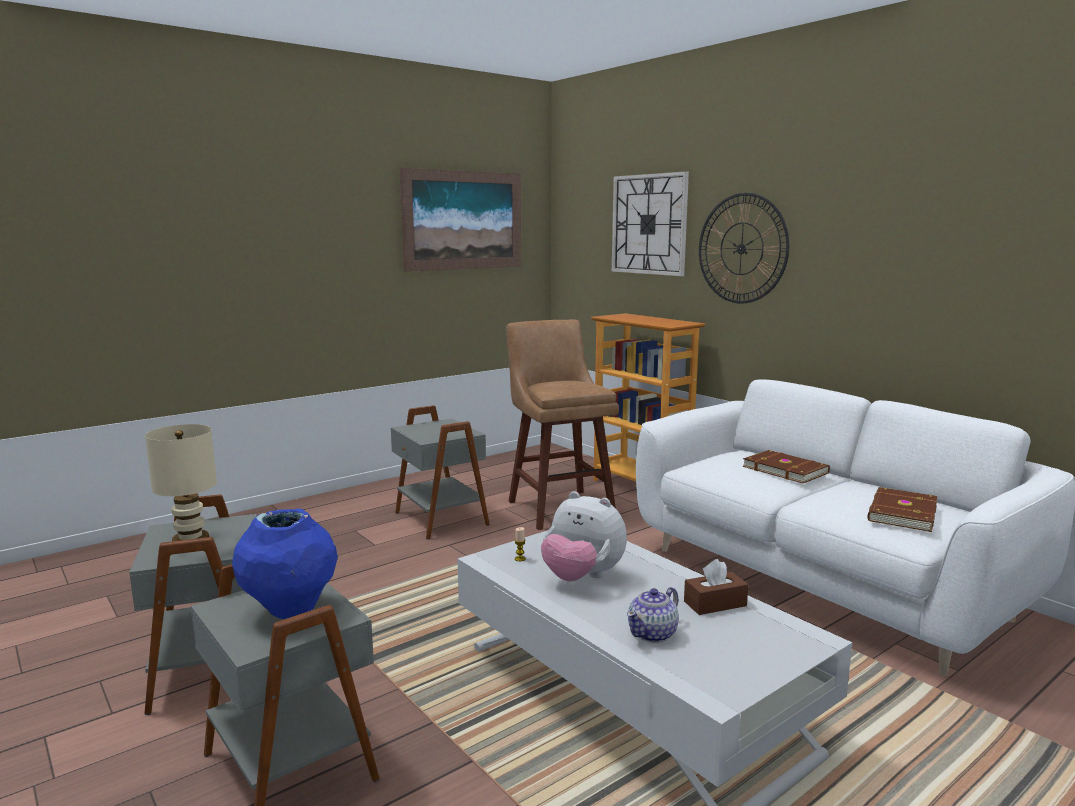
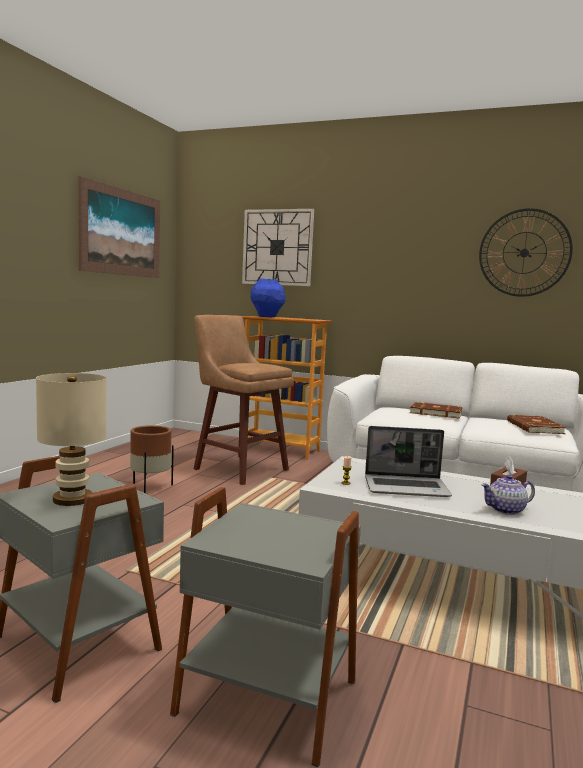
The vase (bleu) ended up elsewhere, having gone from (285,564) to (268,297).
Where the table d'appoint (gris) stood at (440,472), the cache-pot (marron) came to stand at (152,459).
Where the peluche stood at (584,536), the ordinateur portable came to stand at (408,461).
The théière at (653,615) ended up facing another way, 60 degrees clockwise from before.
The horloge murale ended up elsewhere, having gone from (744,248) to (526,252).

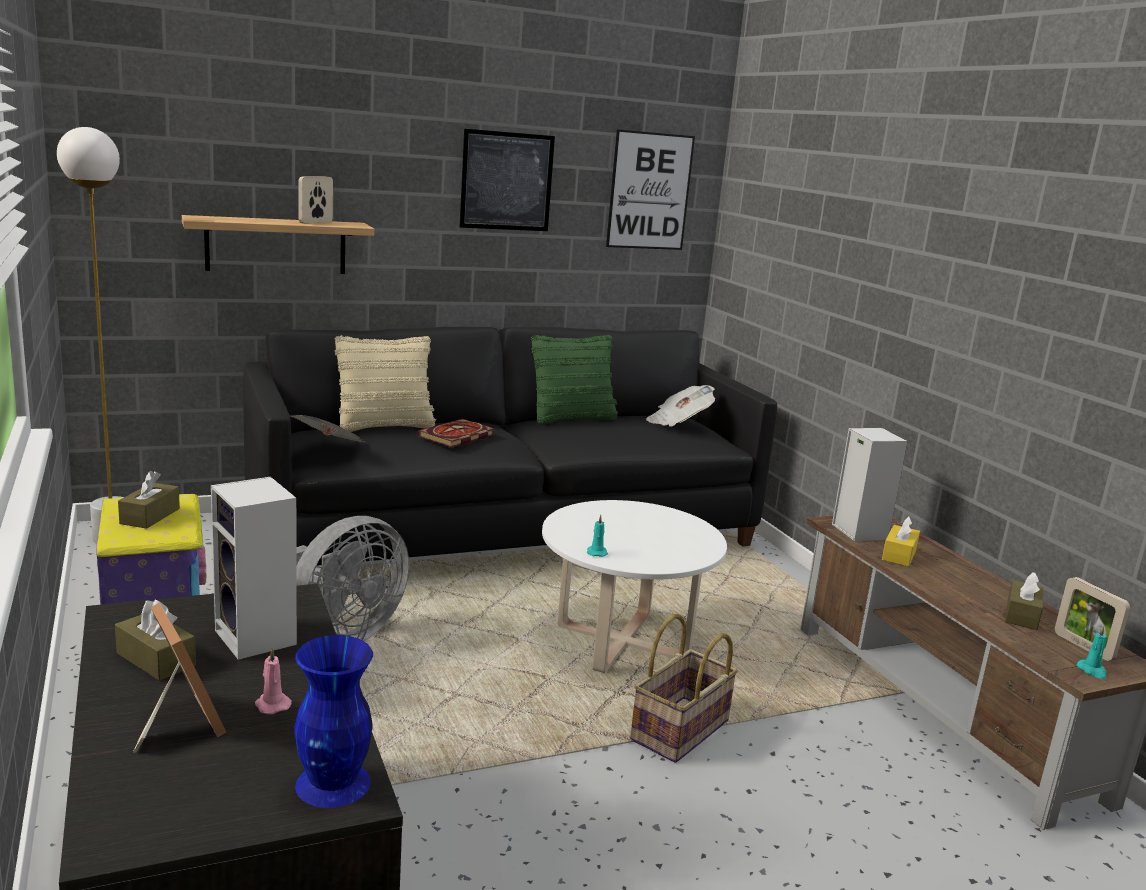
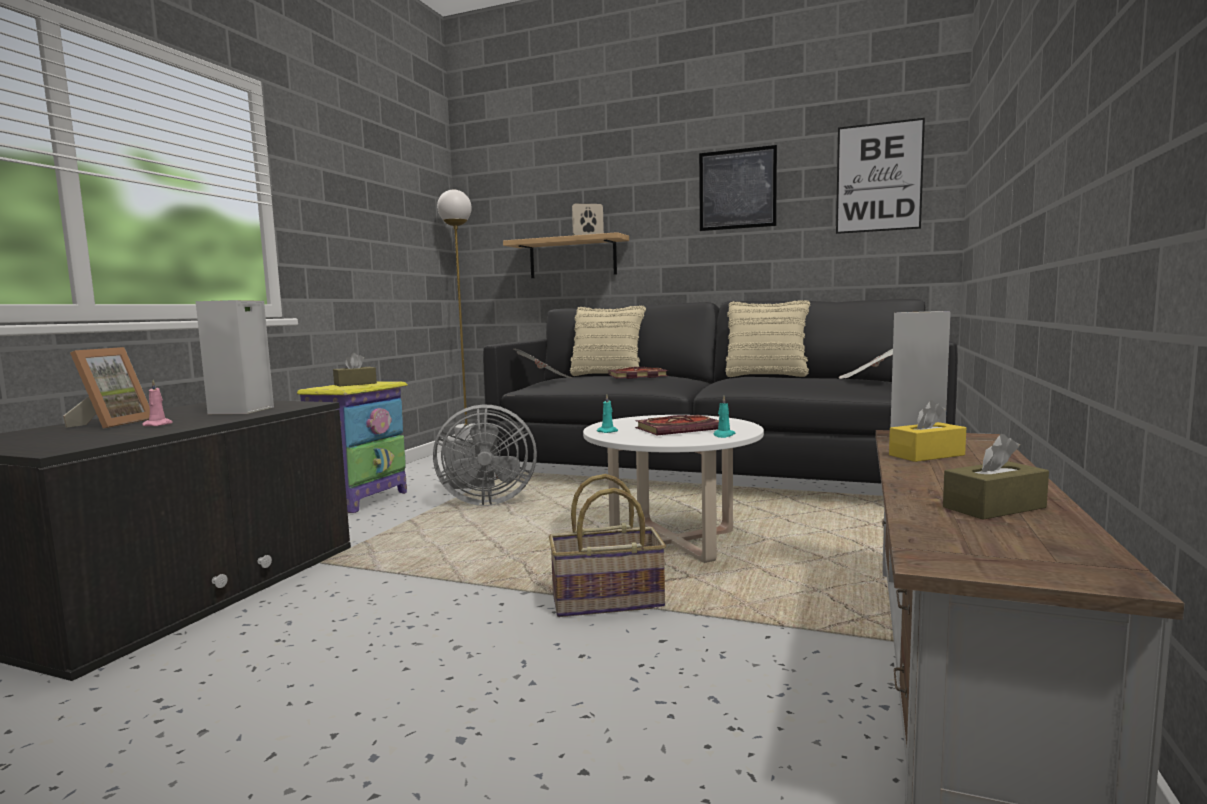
The second view lost the boîte à mouchoirs (marron) at (155,640).
The second view lost the vase (bleu) at (333,721).
What was the coussin (vert) at (574,380) turned into the coussin (beige) at (767,338).
The second view lost the cadre photo at (1092,619).
The bougie (turquoise) ended up elsewhere, having gone from (1091,652) to (724,417).
The second view gained the livre at (677,425).

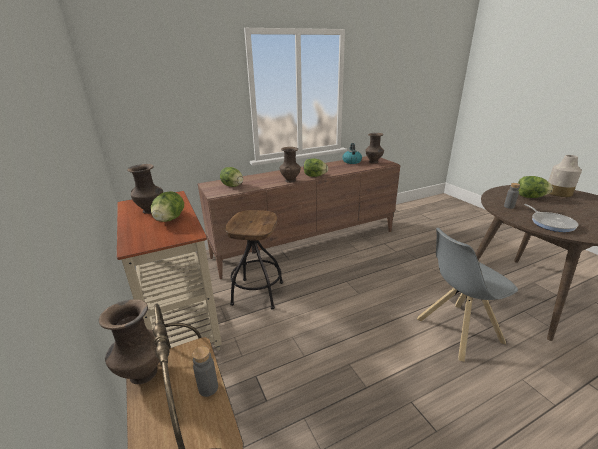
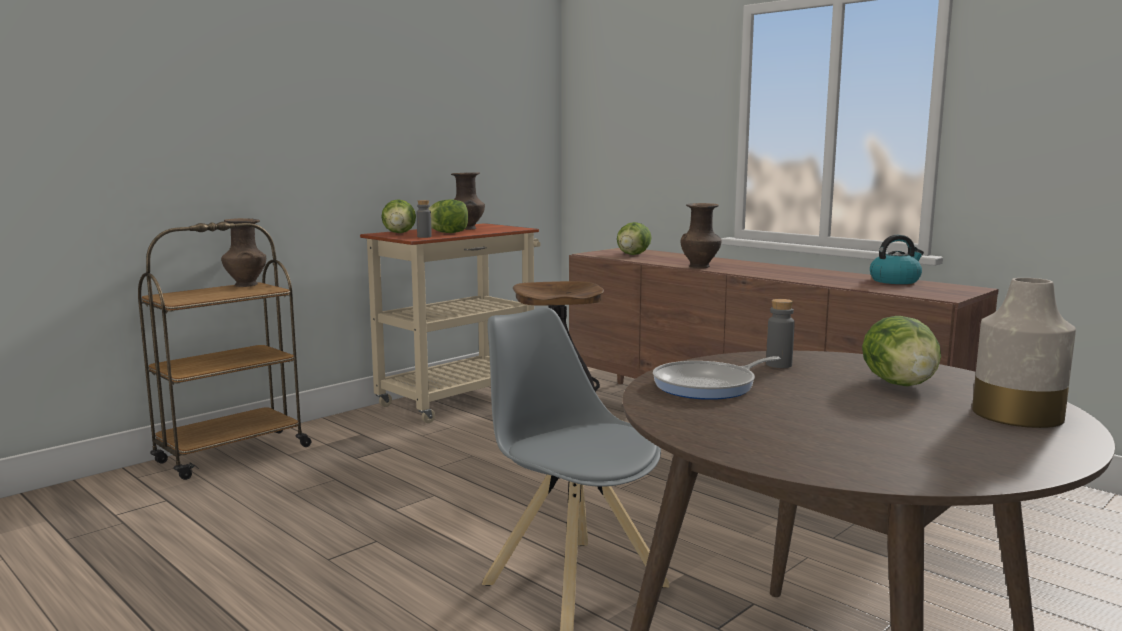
The bouteille (gris) ended up elsewhere, having gone from (205,371) to (424,219).
The laitue ended up elsewhere, having gone from (316,167) to (398,216).
The second view lost the vase (marron) at (374,148).

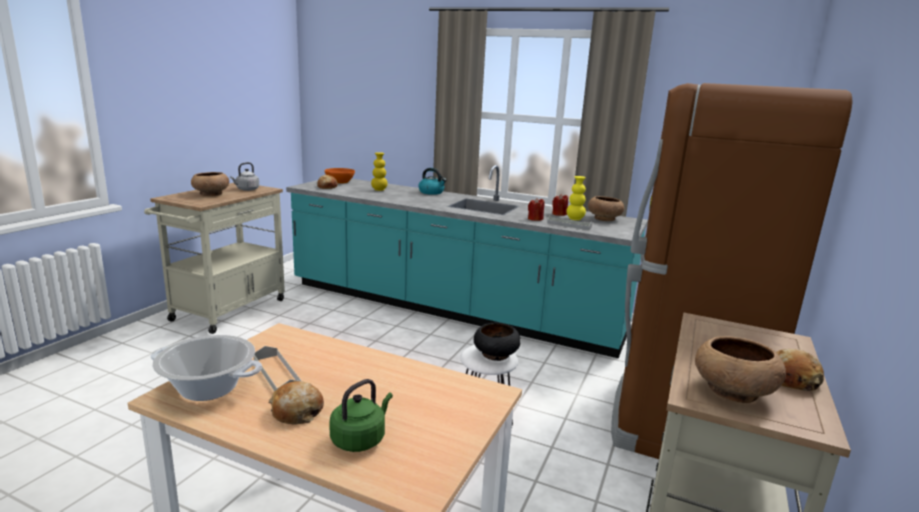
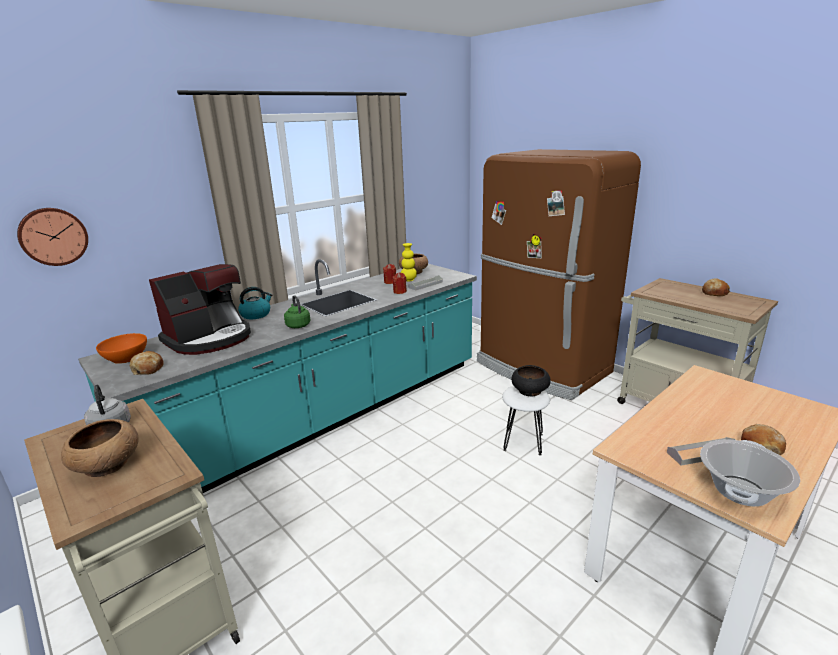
The bouilloire (vert) ended up elsewhere, having gone from (361,415) to (297,311).
Where the vase (jaune) stood at (379,171), the machine à café came to stand at (200,309).
The second view lost the bol (marron) at (740,369).
The second view gained the horloge murale at (52,237).

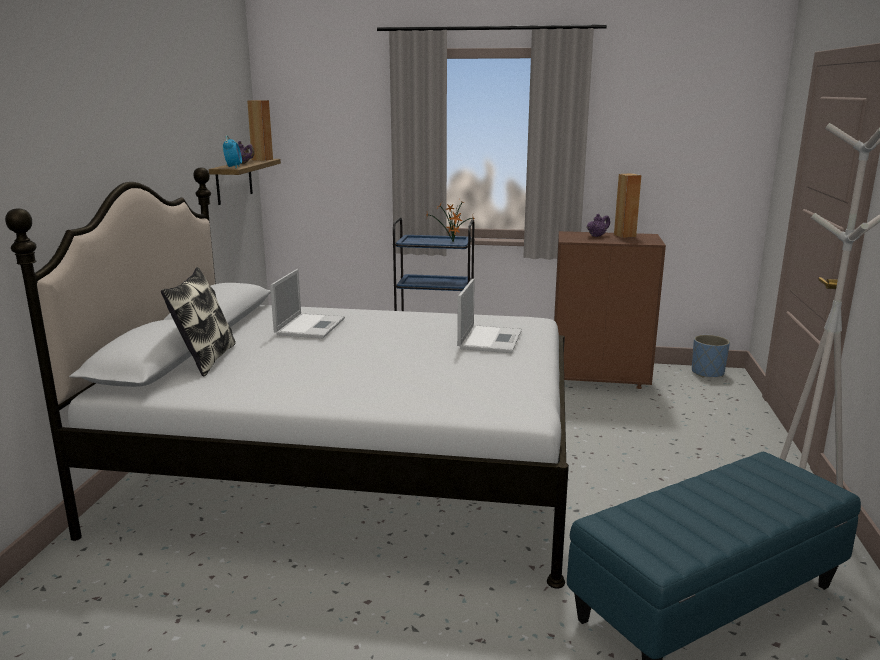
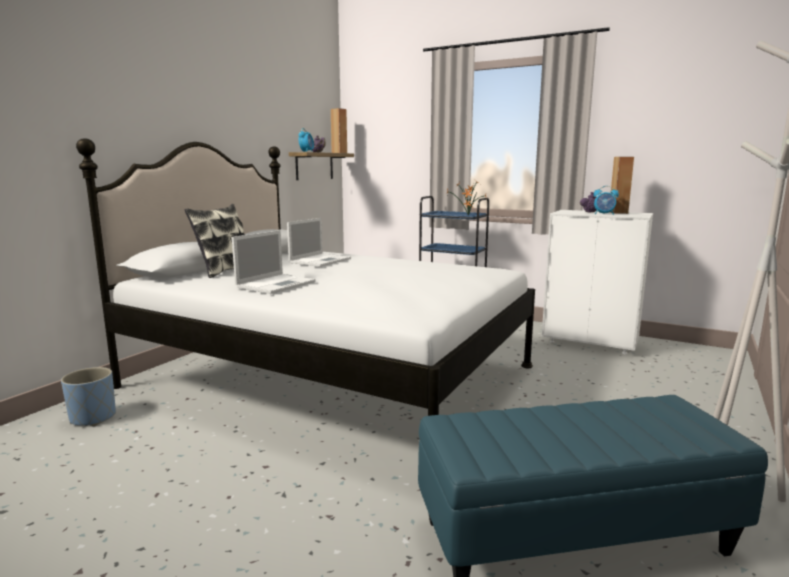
The ordinateur portable ended up elsewhere, having gone from (489,316) to (274,262).
What was the meuble de rangement (marron) at (610,310) turned into the meuble de rangement (blanc) at (597,282).
The cache-pot (bleu) ended up elsewhere, having gone from (711,356) to (88,396).
The second view gained the réveil at (606,200).

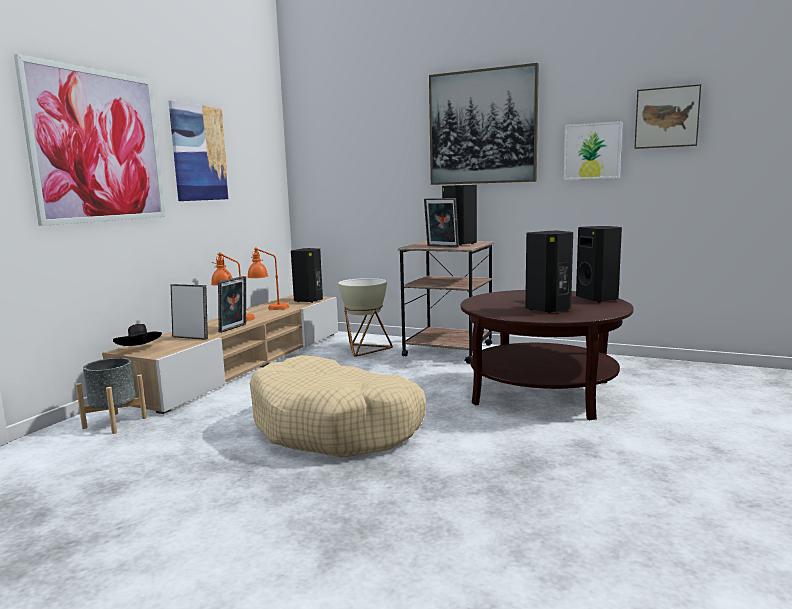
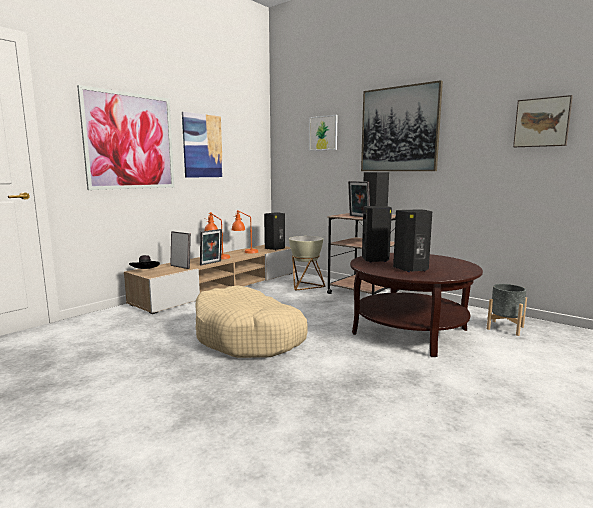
The cache-pot (gris) ended up elsewhere, having gone from (111,396) to (507,310).
The tableau ended up elsewhere, having gone from (593,150) to (323,133).
The enceinte (noir) ended up elsewhere, having gone from (599,264) to (377,234).

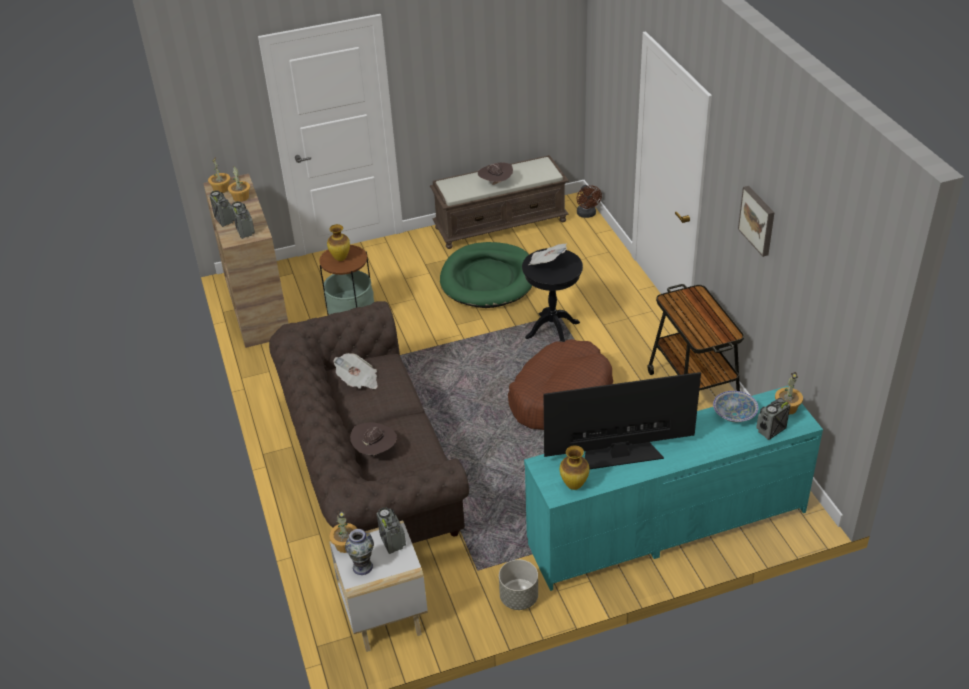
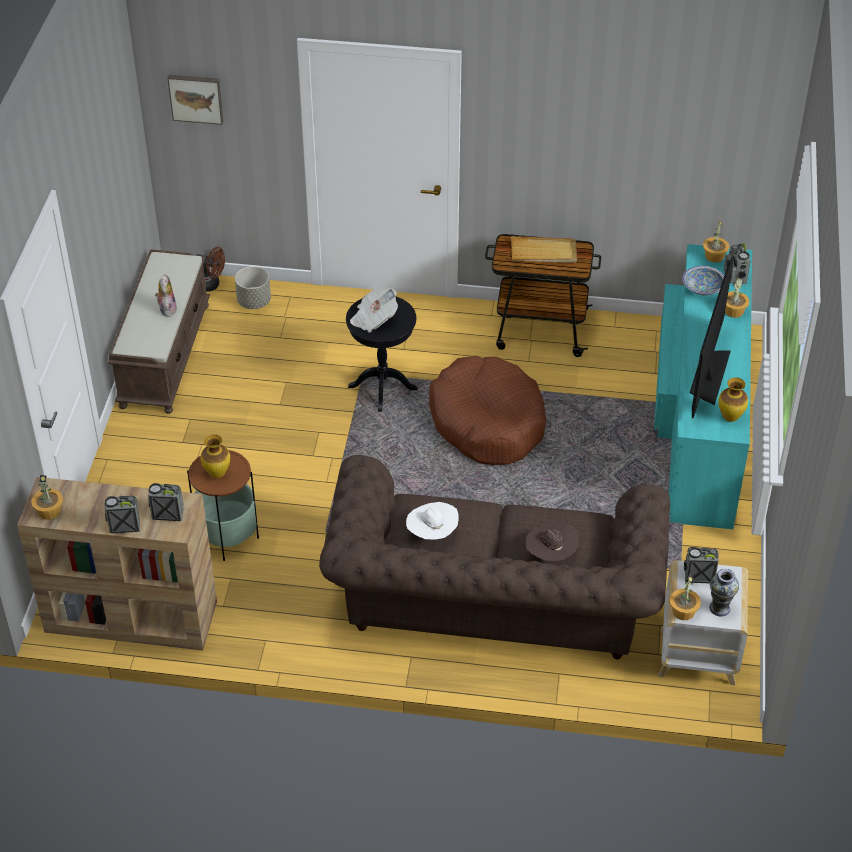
The plante en pot ended up elsewhere, having gone from (239,184) to (737,298).
Where the journal stood at (355,371), the chapeau (blanc) came to stand at (432,521).
The second view lost the panier pour chien (vert) at (486,275).
Where the chapeau (marron) stood at (495,173), the peluche came to stand at (166,295).
The cache-pot (gris) ended up elsewhere, having gone from (518,585) to (253,287).
The tableau ended up elsewhere, having gone from (756,221) to (195,100).
The second view gained the plateau (beige) at (544,249).

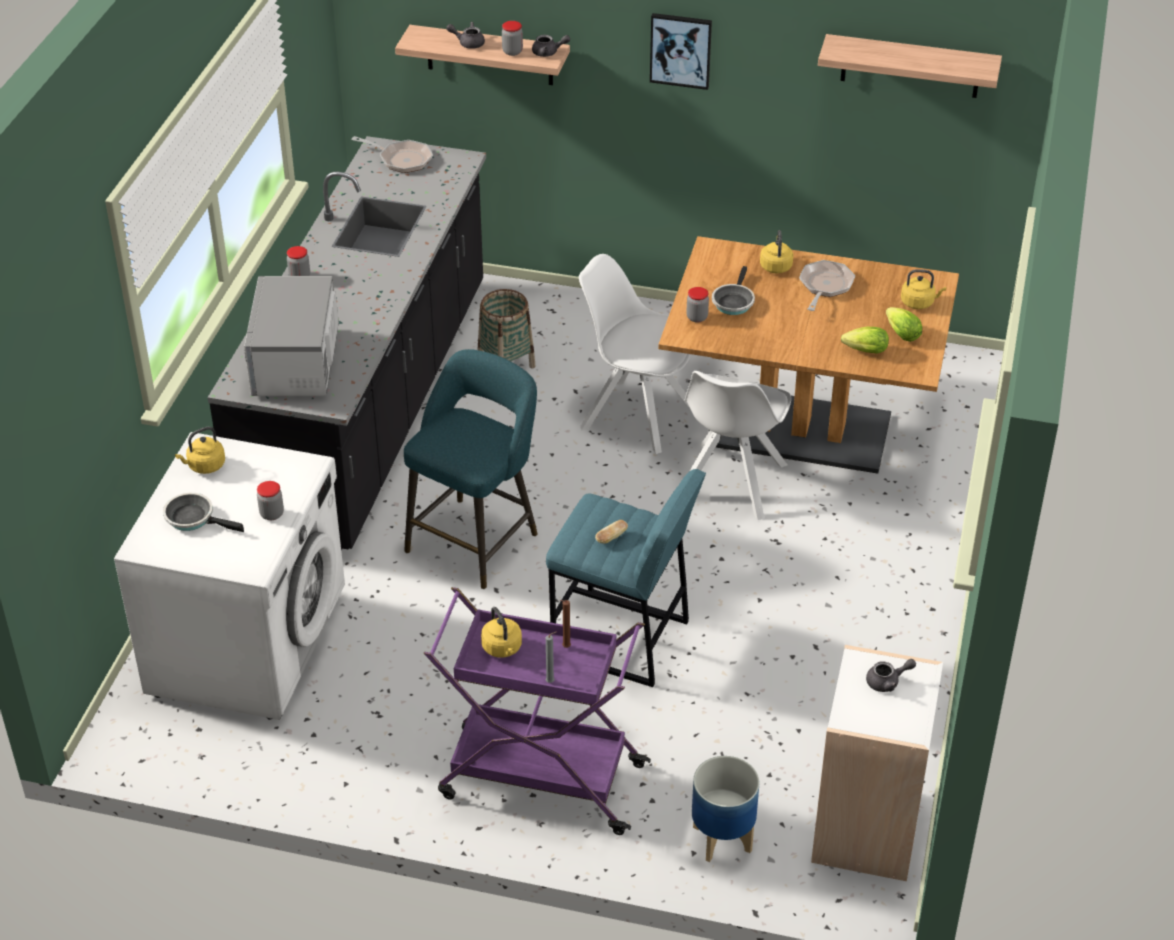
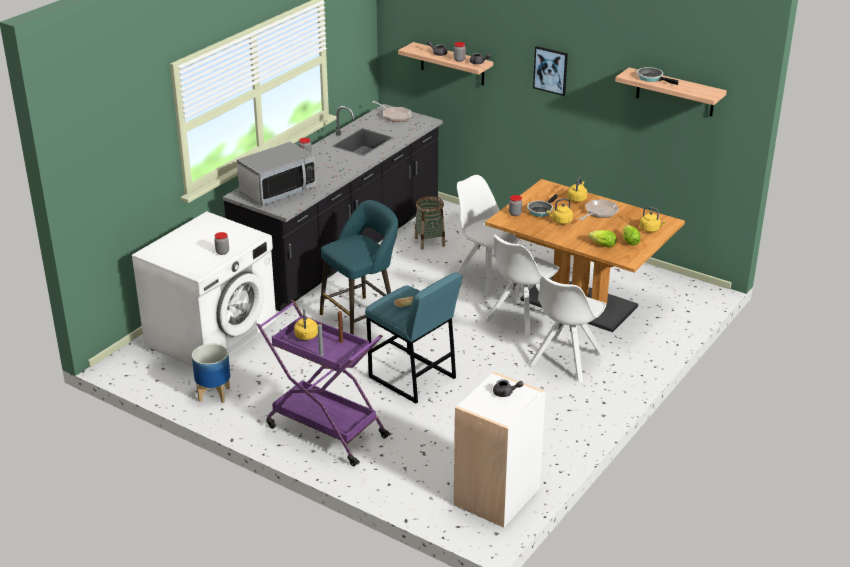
The poêle ended up elsewhere, having gone from (203,512) to (657,76).
The bouilloire (jaune) ended up elsewhere, having gone from (200,450) to (560,211).
The micro-ondes at (291,336) ended up facing another way, 150 degrees counterclockwise from before.
The cache-pot ended up elsewhere, having gone from (726,809) to (211,373).
The second view gained the chaise (blanc) at (567,329).

